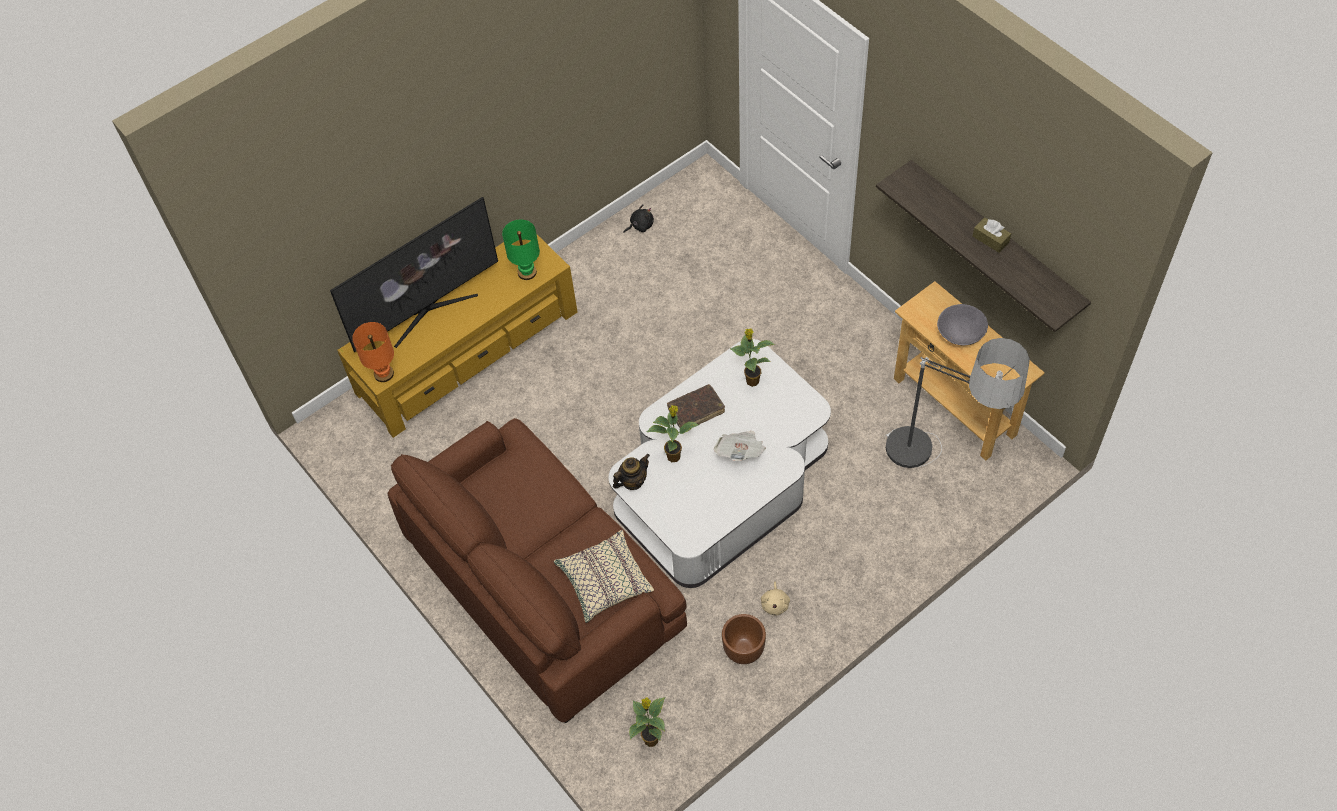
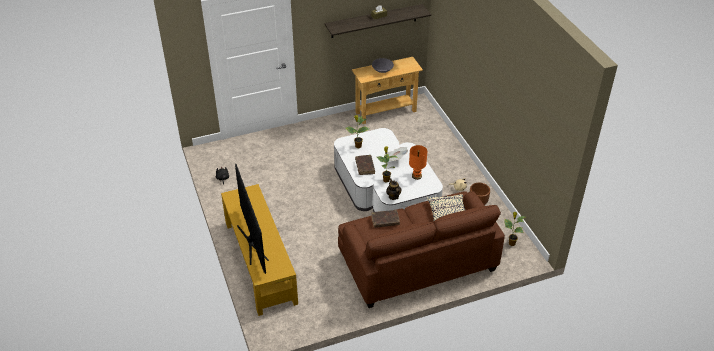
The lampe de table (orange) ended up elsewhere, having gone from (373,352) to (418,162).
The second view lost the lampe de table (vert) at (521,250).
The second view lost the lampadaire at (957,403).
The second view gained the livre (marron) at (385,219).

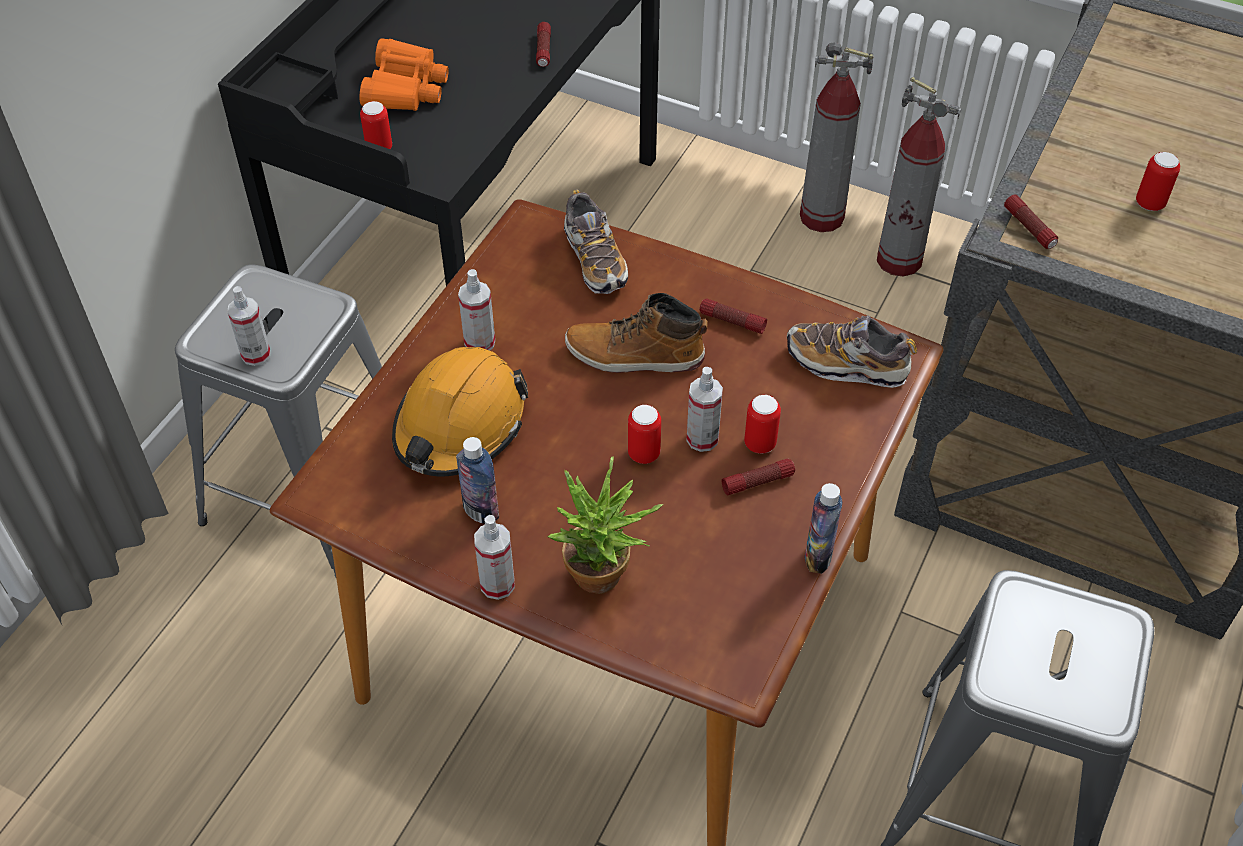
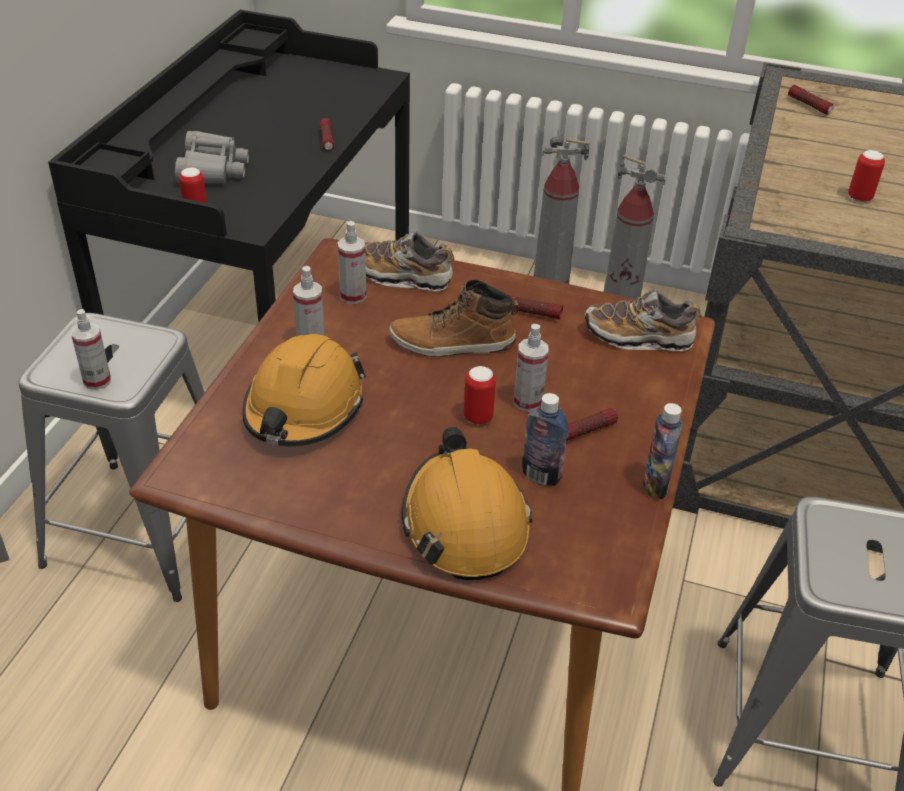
What was the jumelles (orange) at (404,74) turned into the jumelles (gris) at (212,157).
The bouteille ended up elsewhere, having gone from (477,480) to (545,439).
The vaporisateur ended up elsewhere, having gone from (494,557) to (352,262).
Where the plante en pot stood at (605,525), the casque de chantier (orange) came to stand at (467,503).
The chaussure at (596,242) ended up facing another way, 135 degrees clockwise from before.
The second view lost the boîte métallique at (762,424).
The lampe de poche ended up elsewhere, having gone from (1031,222) to (811,100).

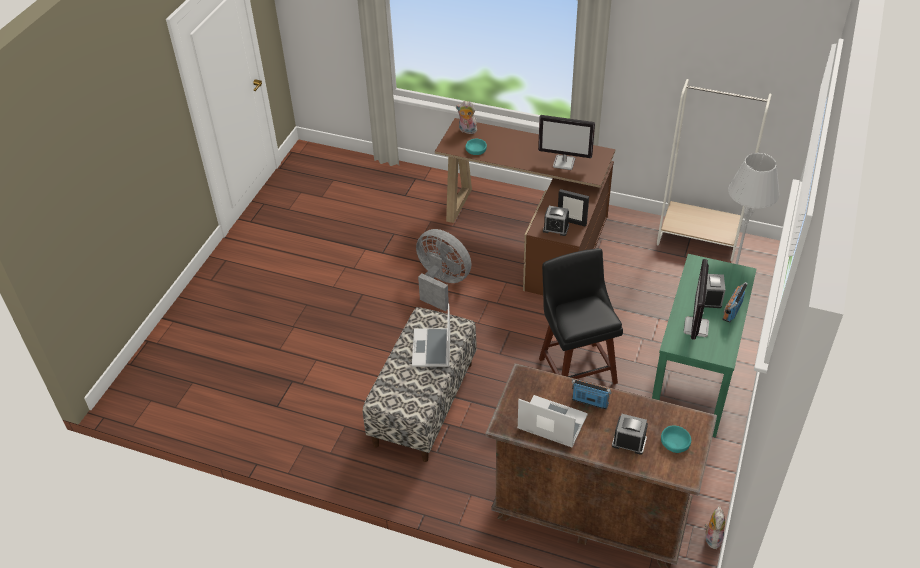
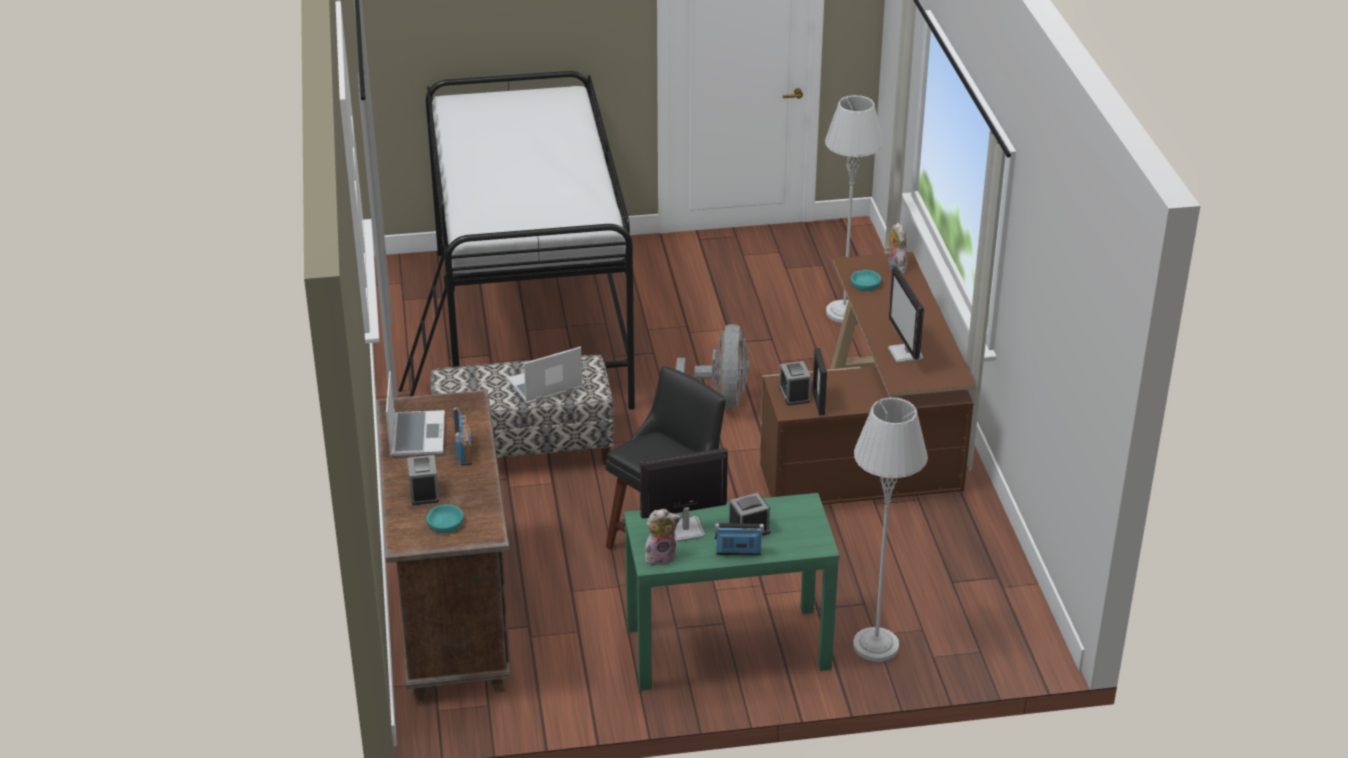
The second view lost the portant at (714,170).
The peluche ended up elsewhere, having gone from (715,527) to (663,537).
The second view gained the lit (noir) at (517,240).
The second view gained the lampadaire (gris) at (854,209).

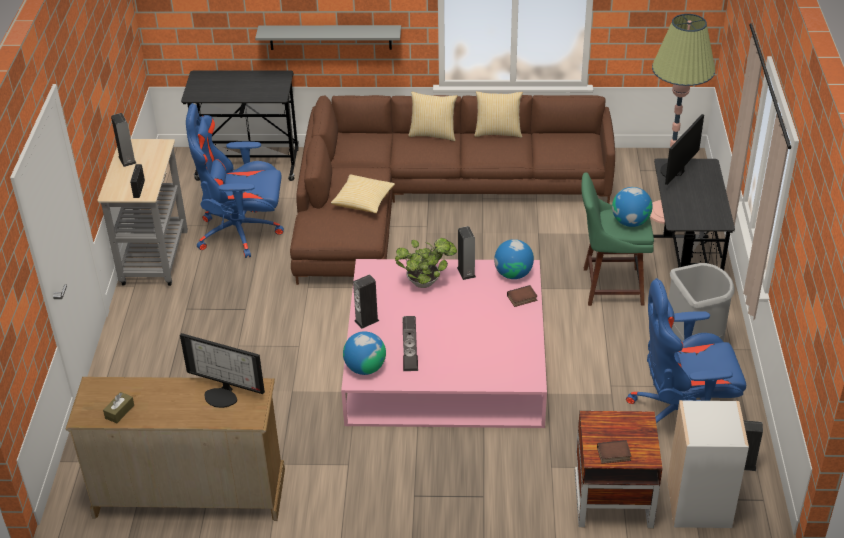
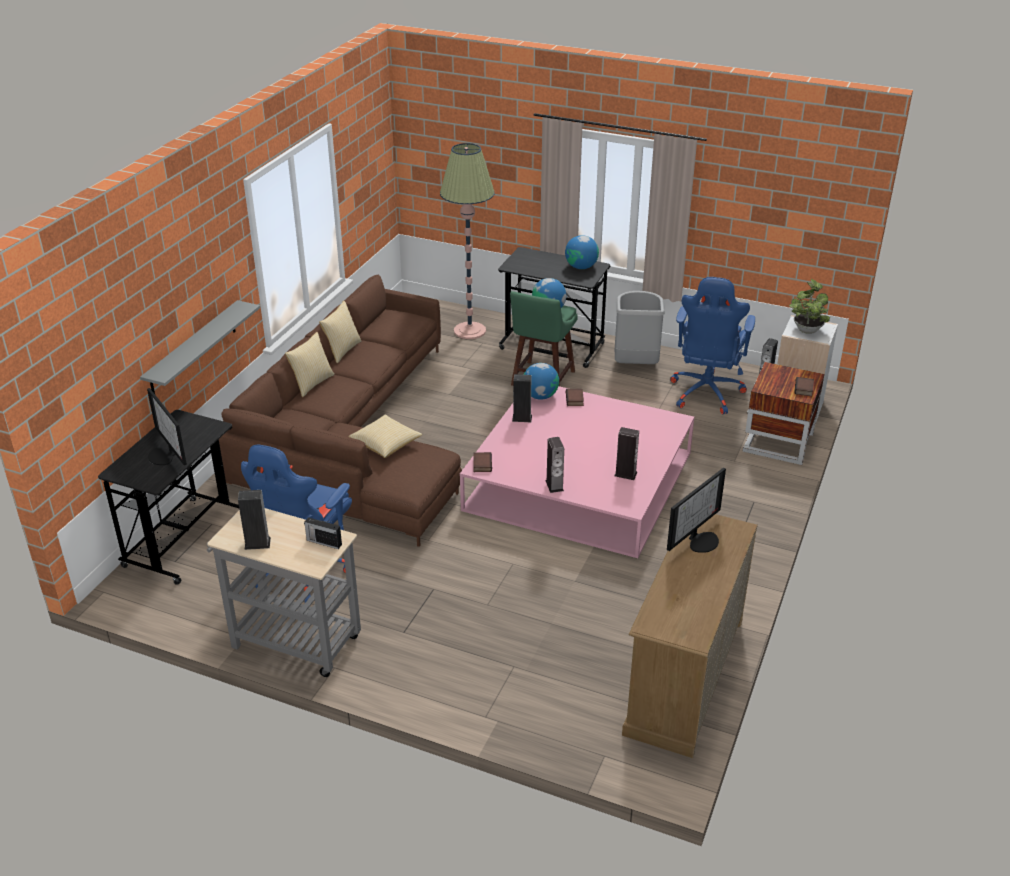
The second view lost the boîte à mouchoirs (marron) at (118,407).
The globe ended up elsewhere, having gone from (364,353) to (582,252).
The plante en pot ended up elsewhere, having gone from (426,263) to (809,306).
The écran d'ordinateur ended up elsewhere, having gone from (682,149) to (167,426).
The second view gained the livre at (483,462).

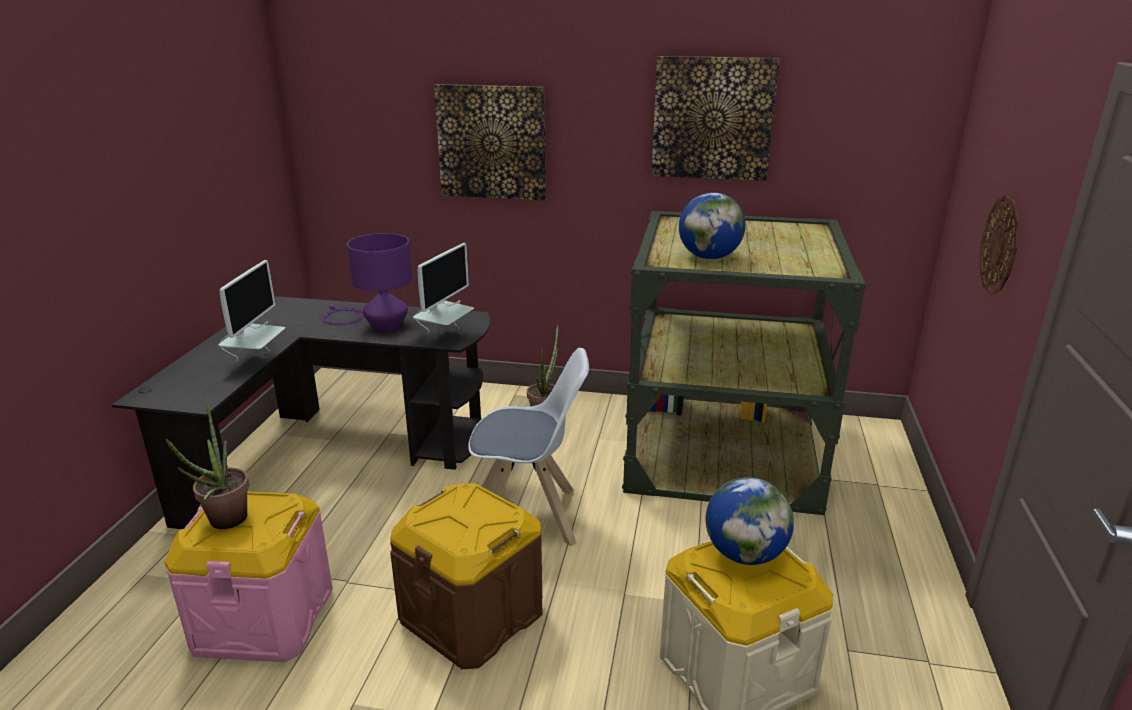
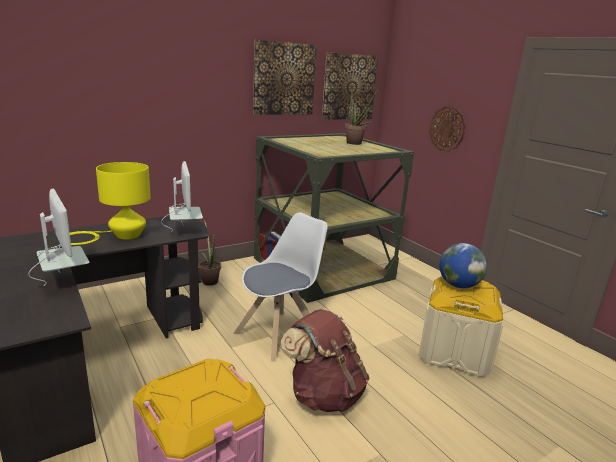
The plante en pot ended up elsewhere, having gone from (207,463) to (362,116).
What was the lampe de table (violet) at (367,282) turned into the lampe de table (jaune) at (110,203).
Where the boîte de rangement (marron) stood at (466,576), the sac à dos (marron) came to stand at (325,360).
The tableau ended up elsewhere, having gone from (490,142) to (350,86).
The second view lost the globe at (712,226).

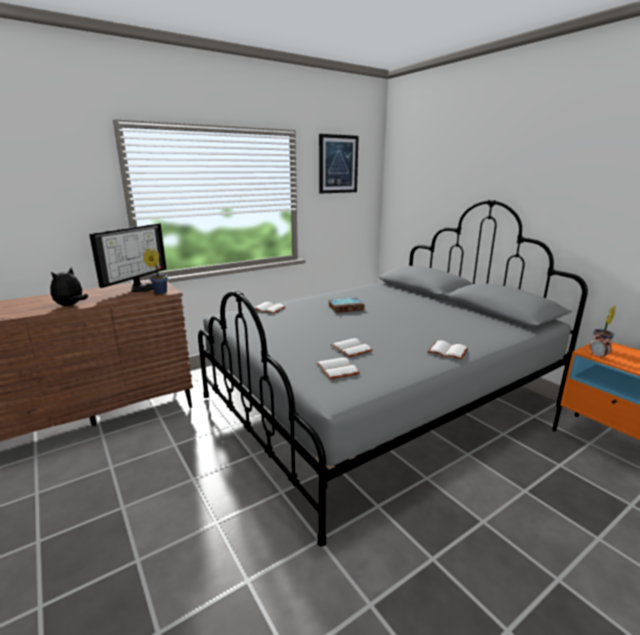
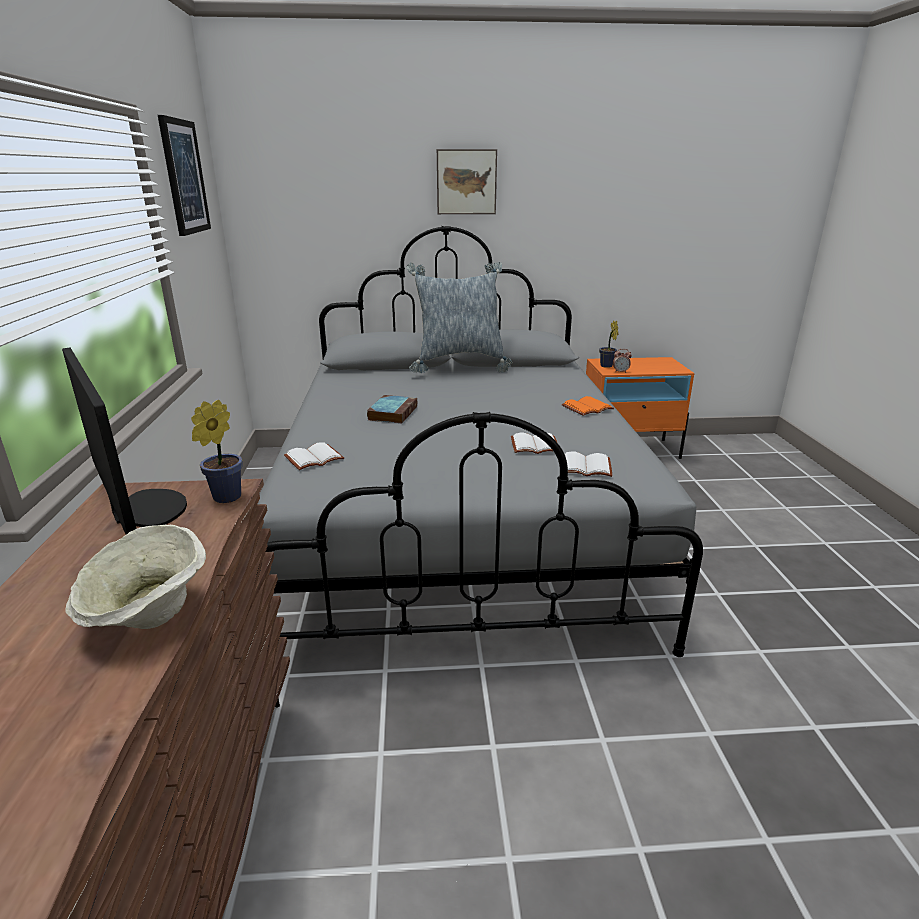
Where the peluche stood at (69,286), the bol (beige) came to stand at (135,577).
What was the livre (blanc) at (447,350) turned into the livre (orange) at (588,406).
The second view gained the coussin at (459,317).
The second view gained the tableau at (467,181).

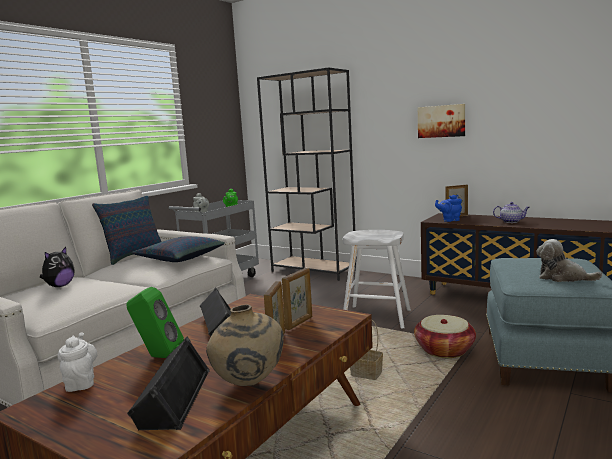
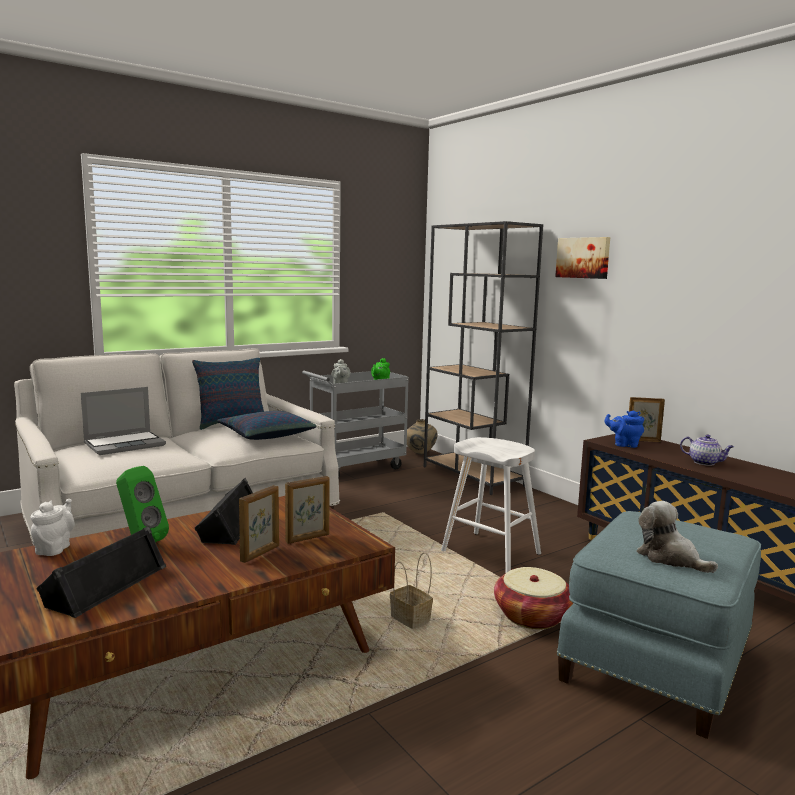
Where the peluche stood at (57,267), the ordinateur portable came to stand at (123,421).
The vase (beige) ended up elsewhere, having gone from (245,345) to (422,436).
The tableau ended up elsewhere, having gone from (441,121) to (582,258).

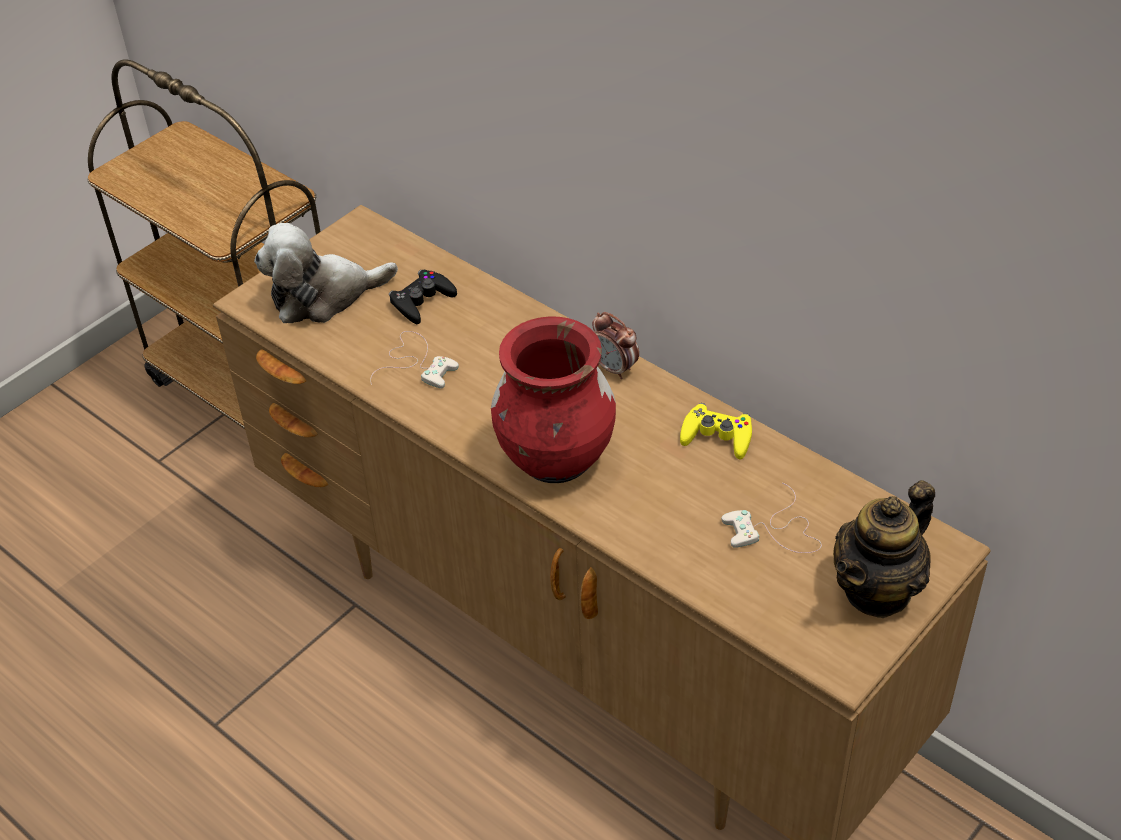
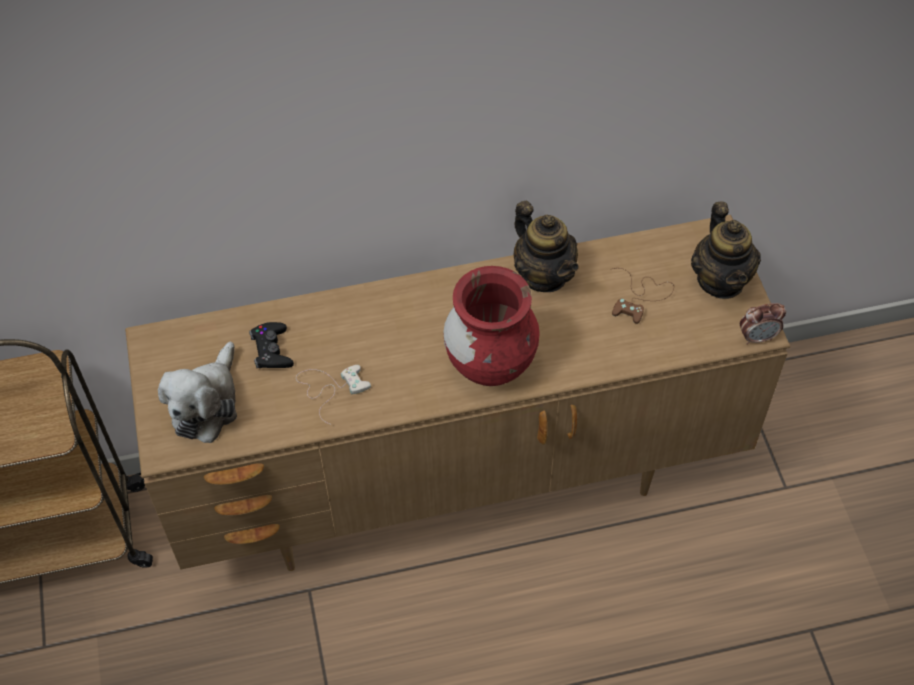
The réveil ended up elsewhere, having gone from (615,345) to (763,324).
Where the manette (jaune) stood at (716,431), the théière came to stand at (546,246).
What was the manette (blanc) at (771,518) turned into the manette (marron) at (643,296).

